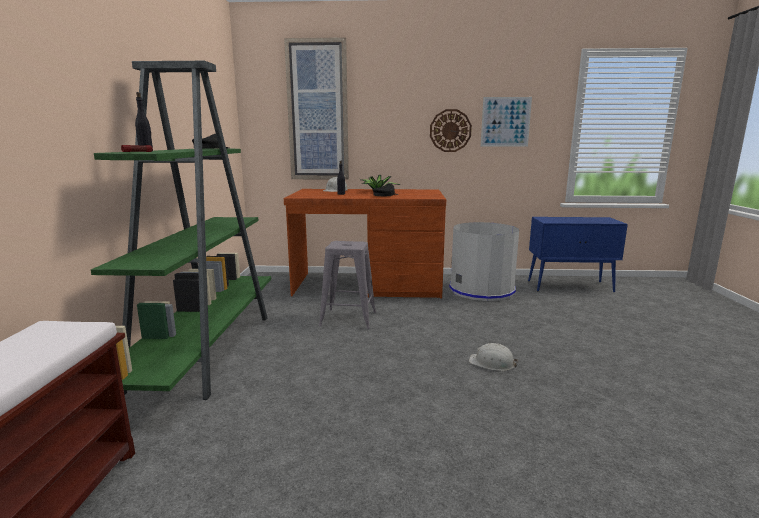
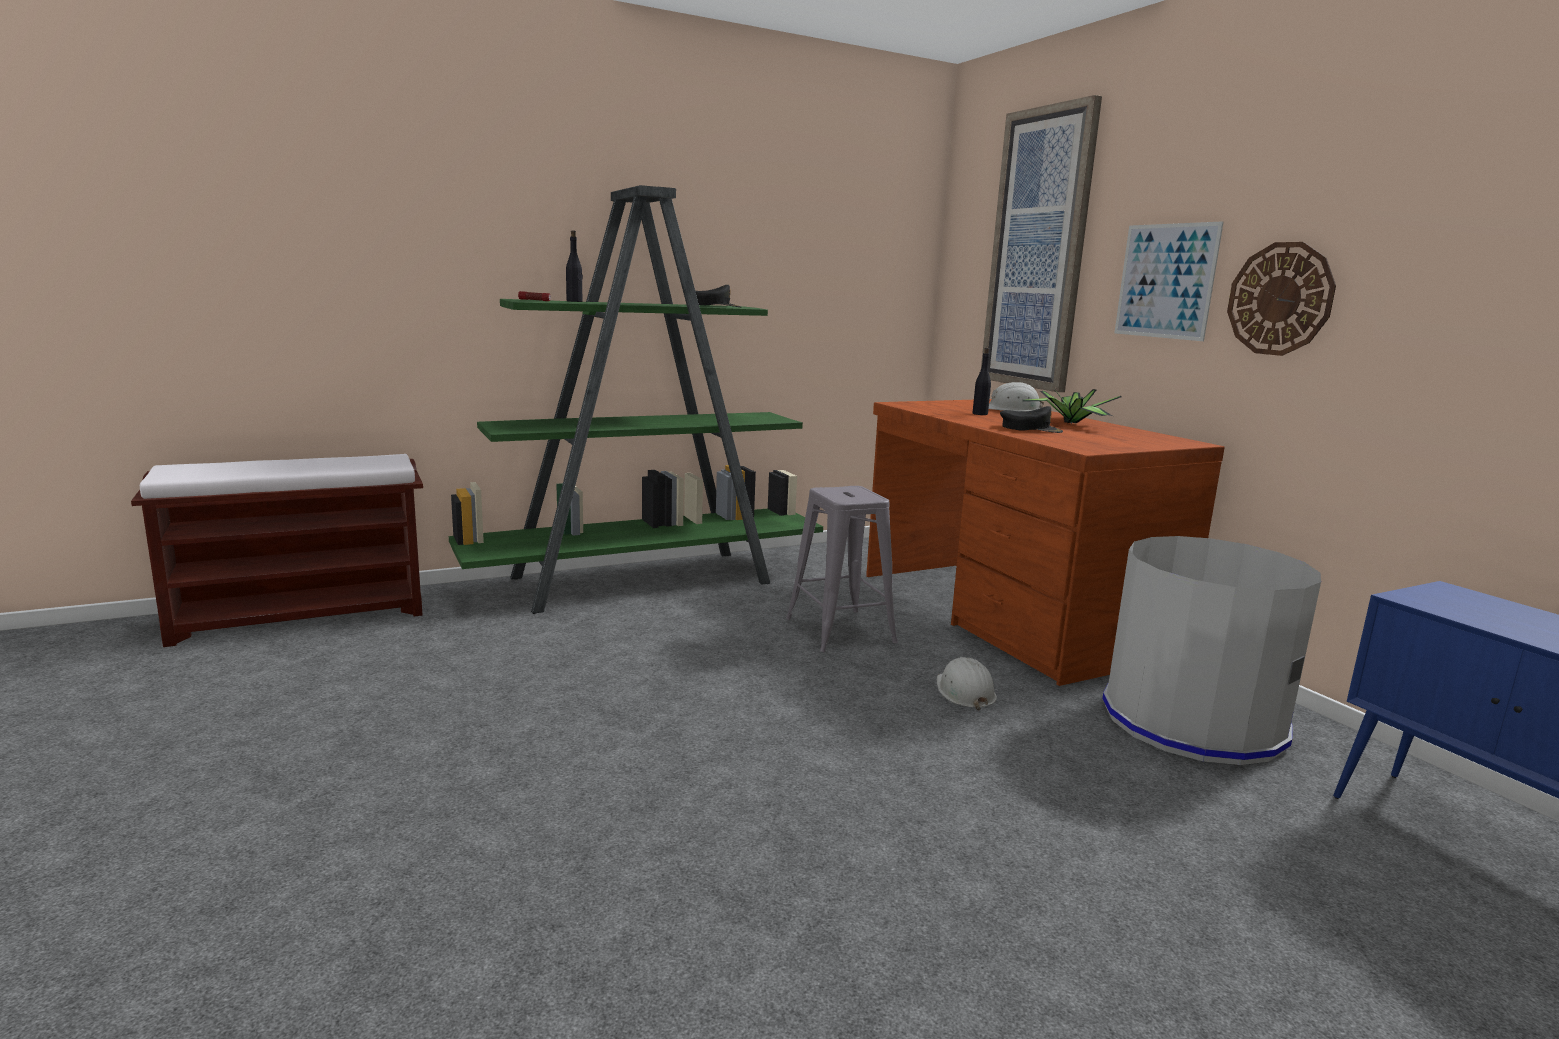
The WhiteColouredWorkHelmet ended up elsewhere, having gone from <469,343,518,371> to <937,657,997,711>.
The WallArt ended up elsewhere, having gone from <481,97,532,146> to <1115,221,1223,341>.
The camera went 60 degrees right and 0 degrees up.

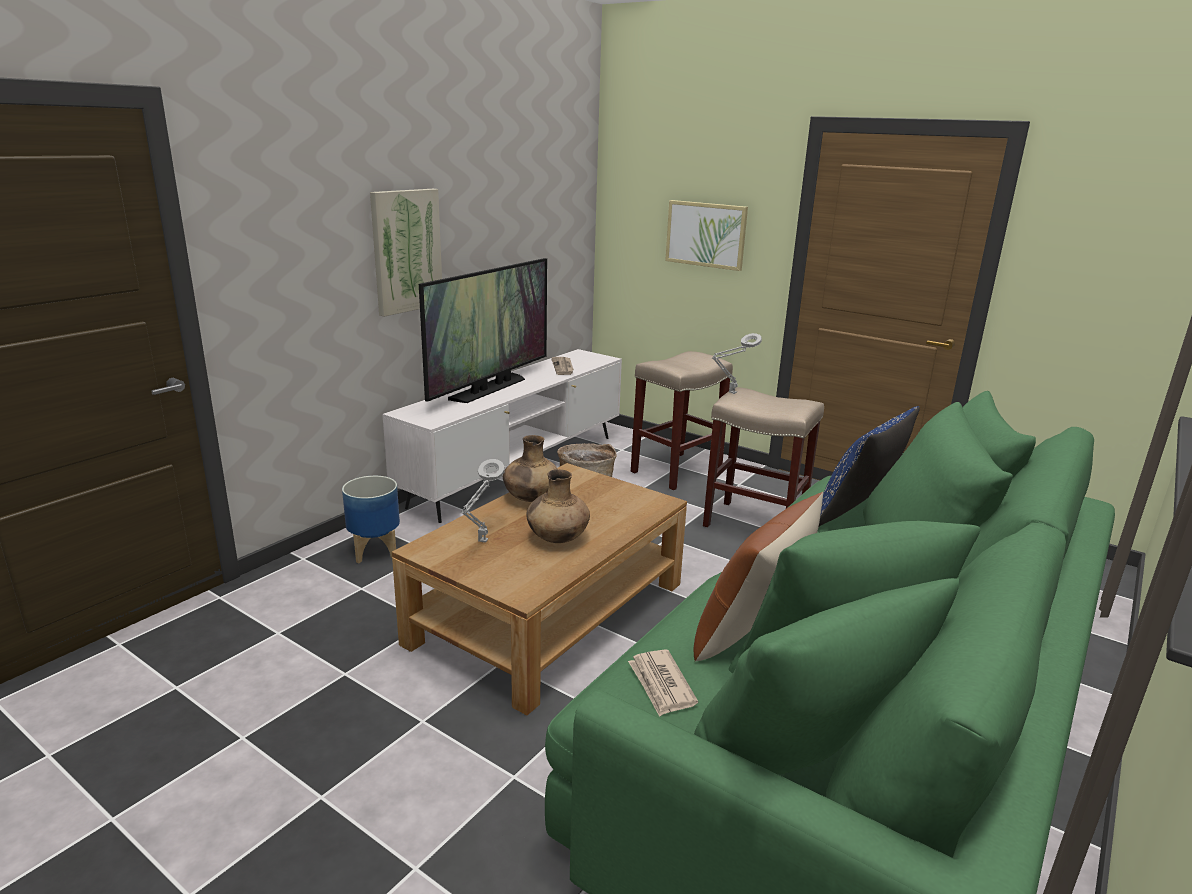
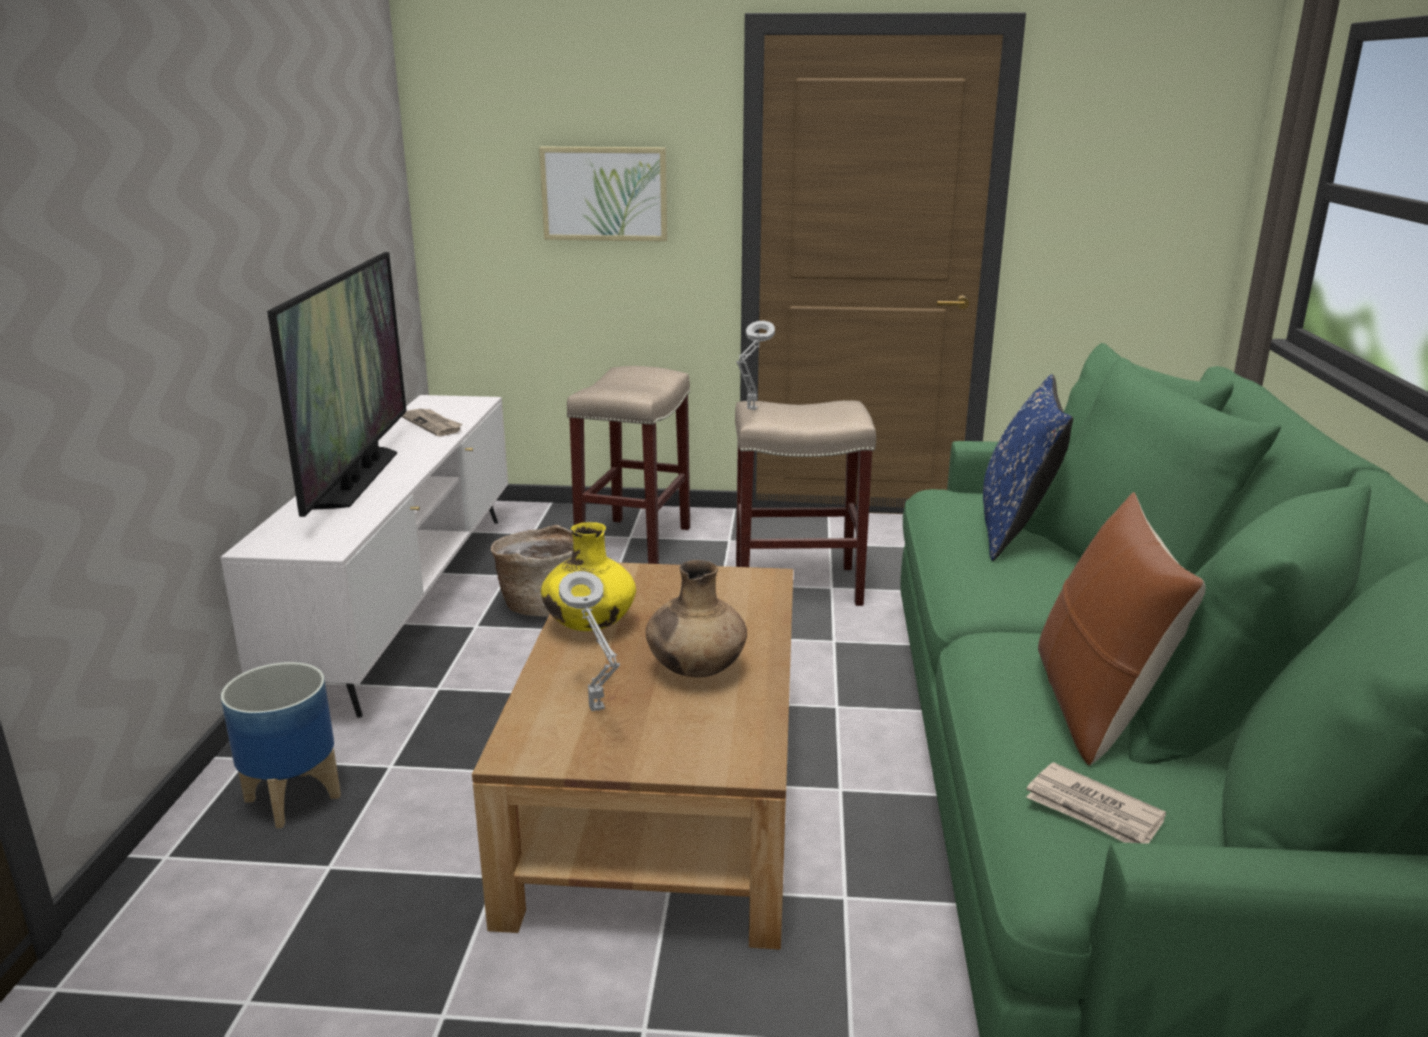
The second view lost the WallArt at <370,189,442,317>.
What was the BrownFlowerVase at <503,435,558,502> turned into the YellowFlowerVase at <541,522,636,631>.
The camera went 30 degrees left and 0 degrees up.

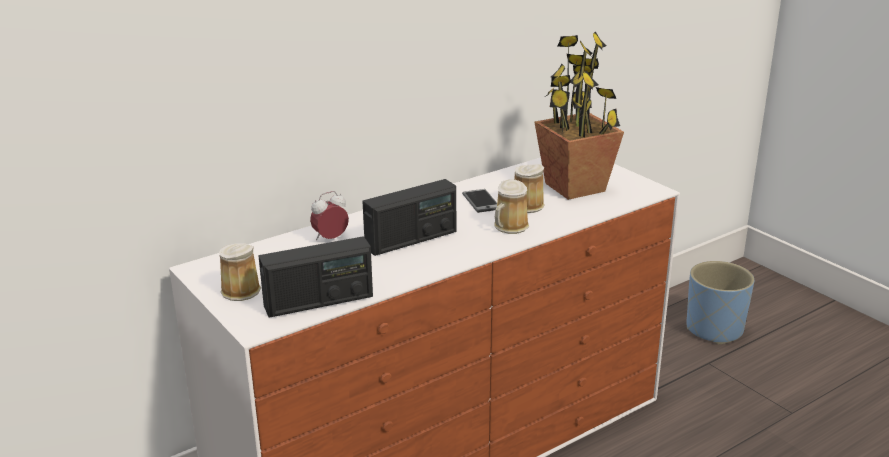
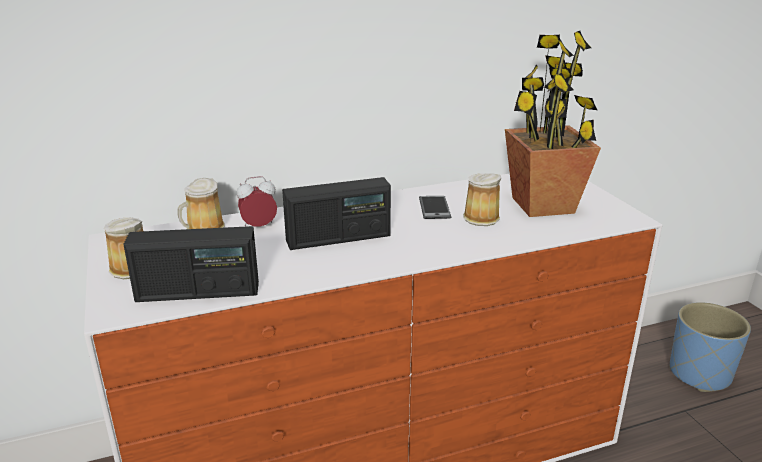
The TeaMug ended up elsewhere, having gone from <494,179,529,234> to <178,178,225,229>.
The camera went 15 degrees right and 0 degrees up.

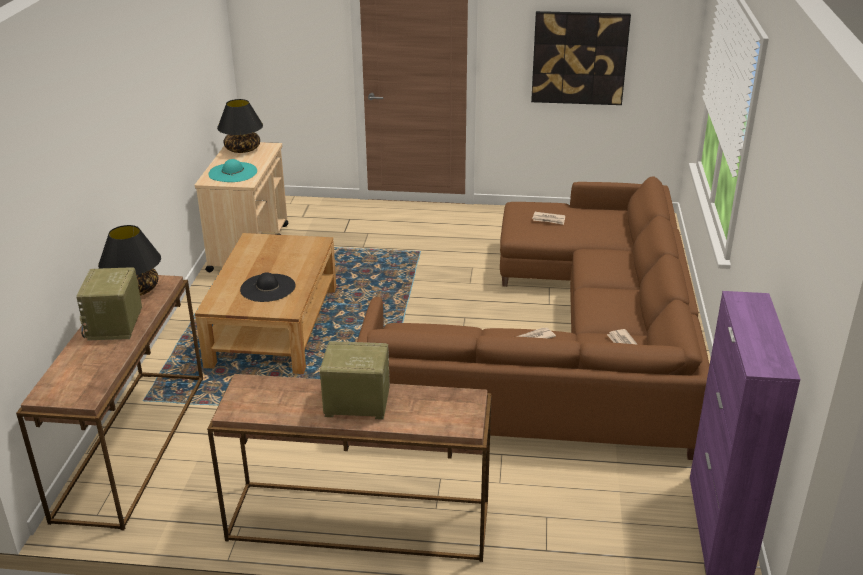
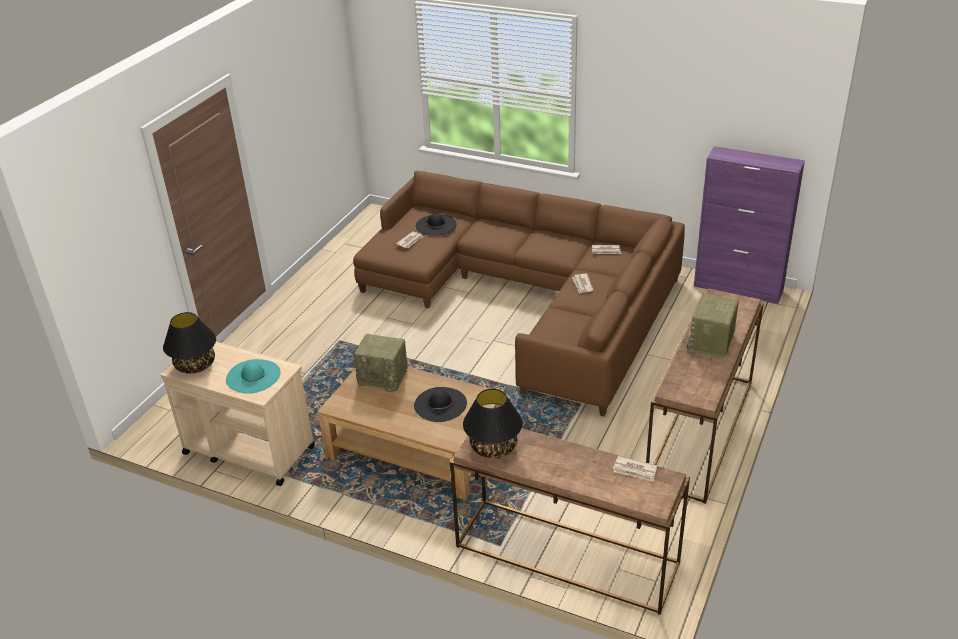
The RadioSet ended up elsewhere, having gone from <76,267,142,340> to <353,334,408,392>.
The second view lost the WallArt at <531,11,631,105>.
The second view gained the BlackColouredWearableHat at <416,214,457,236>.
The second view gained the Newspaper at <613,456,657,482>.
The camera went 70 degrees left and 5 degrees up.

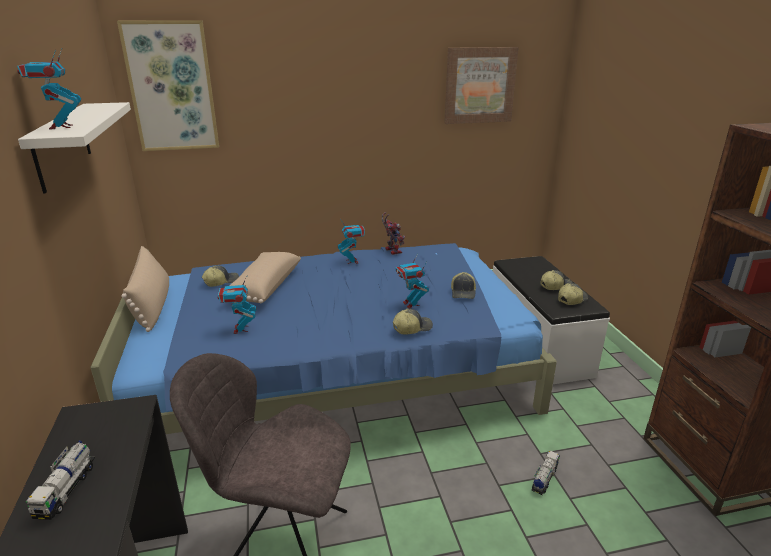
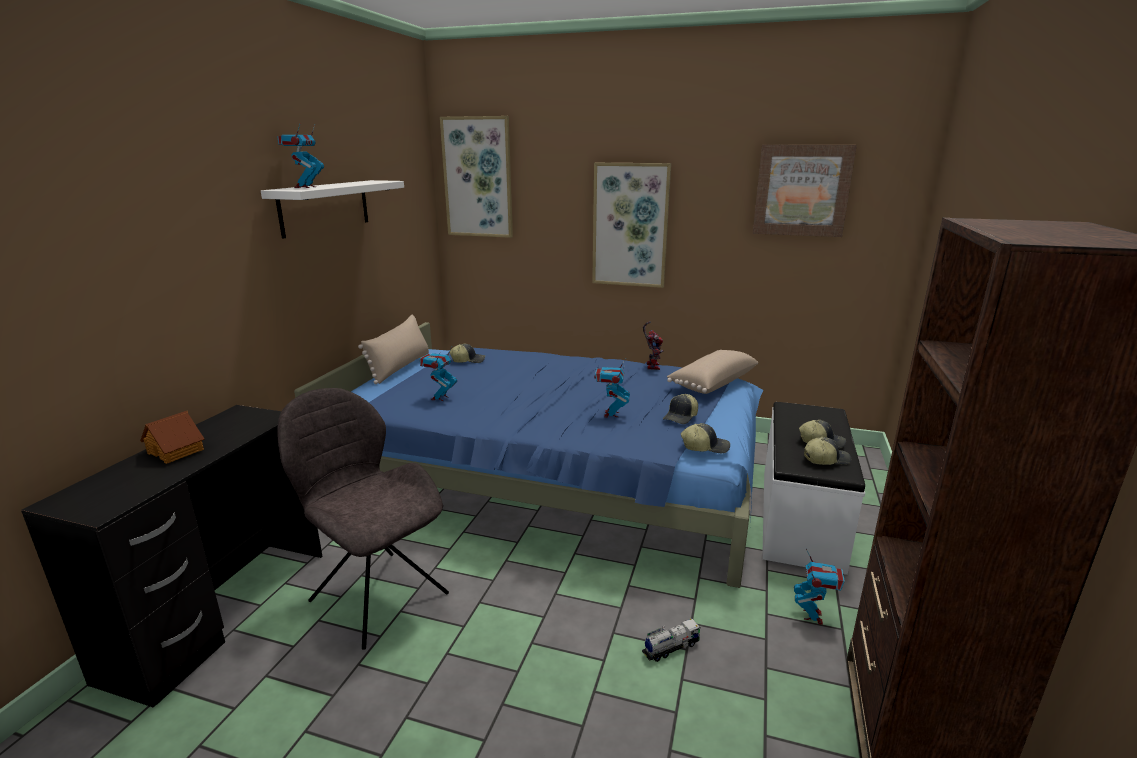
Where the ToyTruck stood at <26,441,95,520>, the MiniatureHouse came to stand at <140,411,204,464>.
The BeigePillow ended up elsewhere, having gone from <229,252,301,303> to <667,350,758,394>.
The ToyRobot ended up elsewhere, having gone from <338,220,365,264> to <794,549,845,625>.
The BaseballCap ended up elsewhere, having gone from <393,309,433,334> to <681,423,730,453>.
The second view gained the WallArt at <592,163,671,288>.
The camera went 30 degrees right and 5 degrees down.

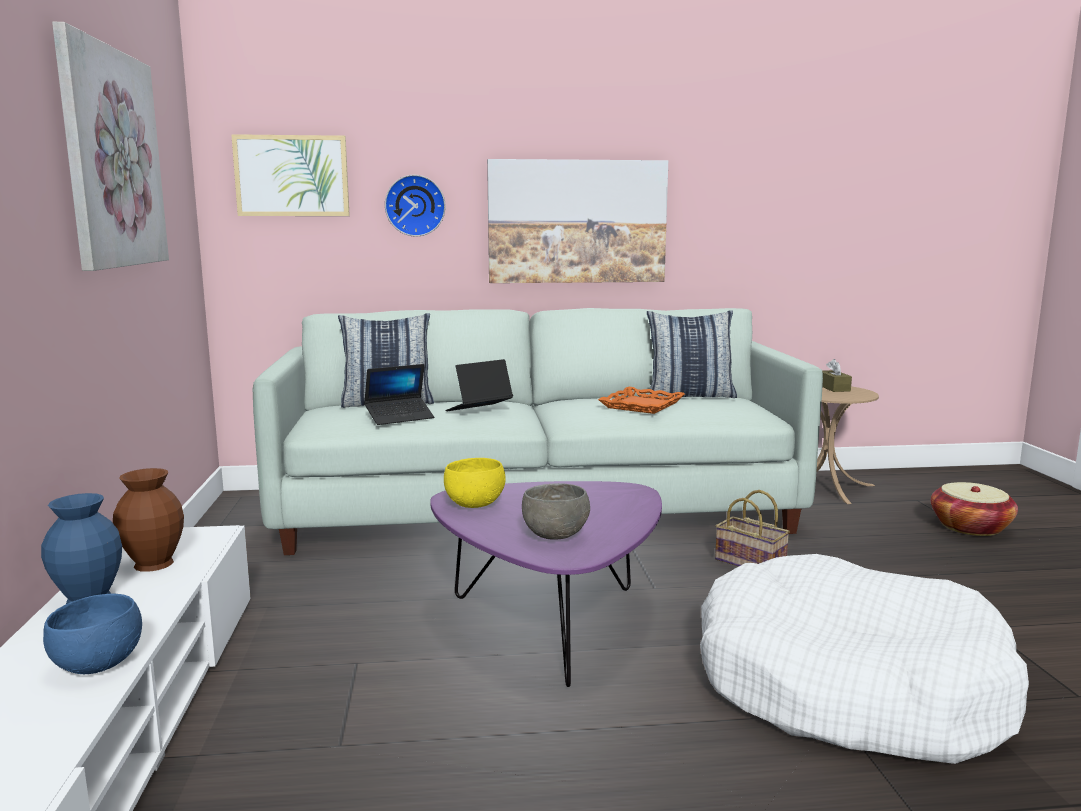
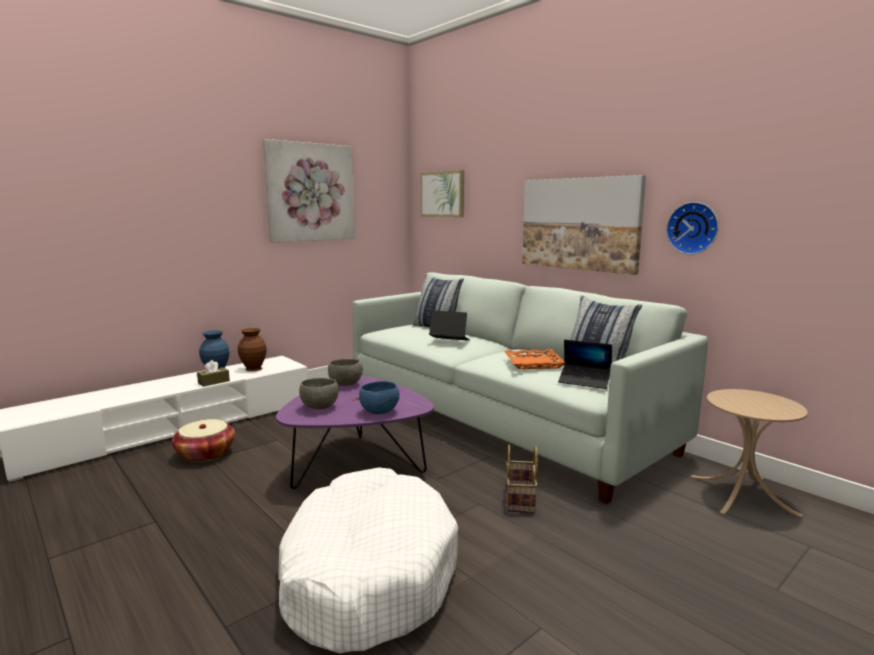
The BlueServingBowl ended up elsewhere, having gone from <43,594,142,674> to <359,381,400,414>.
The NotebookComputer ended up elsewhere, having gone from <364,364,434,425> to <558,340,612,389>.
The HangingClock ended up elsewhere, having gone from <385,175,446,237> to <666,202,719,255>.
What was the YellowServingBowl at <444,458,506,508> turned into the GreyServingBowl at <328,359,363,386>.
The BrownBoxOfTissues ended up elsewhere, having gone from <822,359,852,392> to <197,360,230,387>.
The Basket ended up elsewhere, having gone from <931,482,1018,536> to <172,419,235,462>.
The camera went 55 degrees right and 0 degrees up.

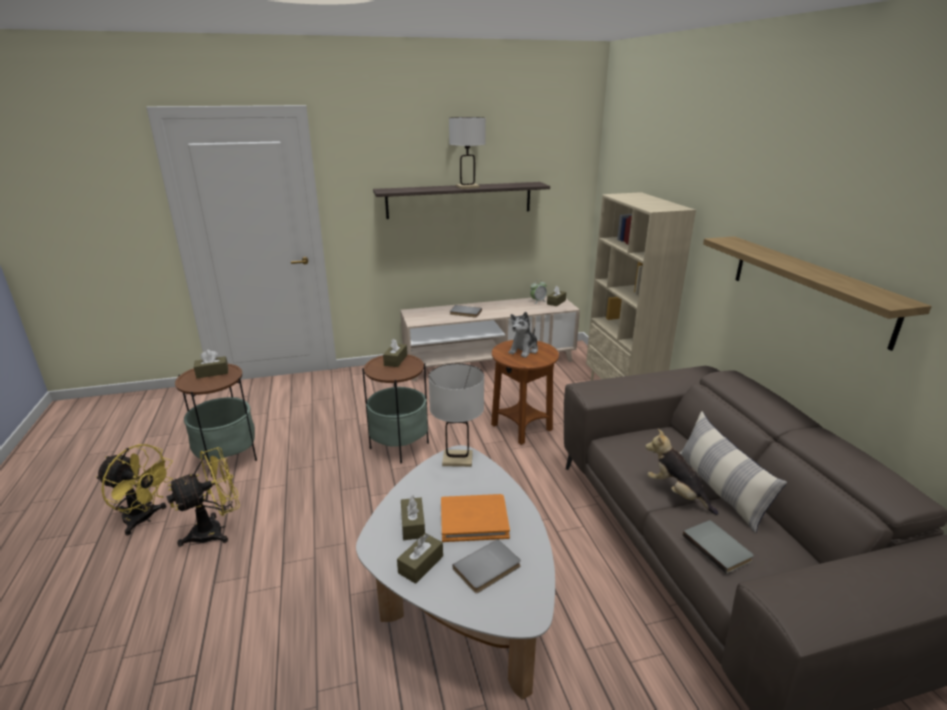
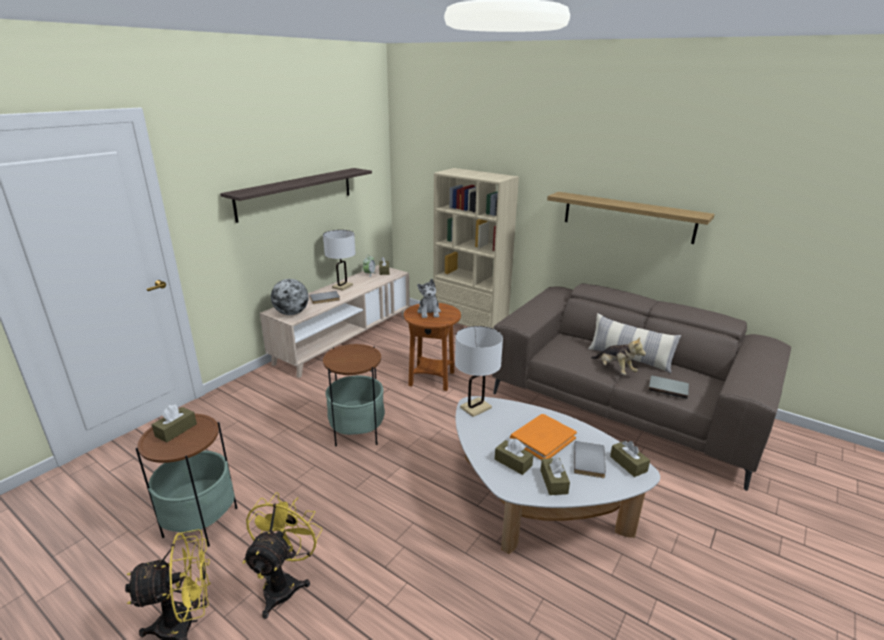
The BrownBoxOfTissues ended up elsewhere, having gone from <383,338,407,367> to <610,441,650,477>.
The WhiteColouredTabletopLamp ended up elsewhere, having gone from <449,117,486,189> to <323,230,356,291>.
The PlushToy at <645,429,718,515> ended up facing another way, 135 degrees counterclockwise from before.
The second view gained the Globe at <271,279,308,315>.
The camera went 40 degrees left and 0 degrees up.

